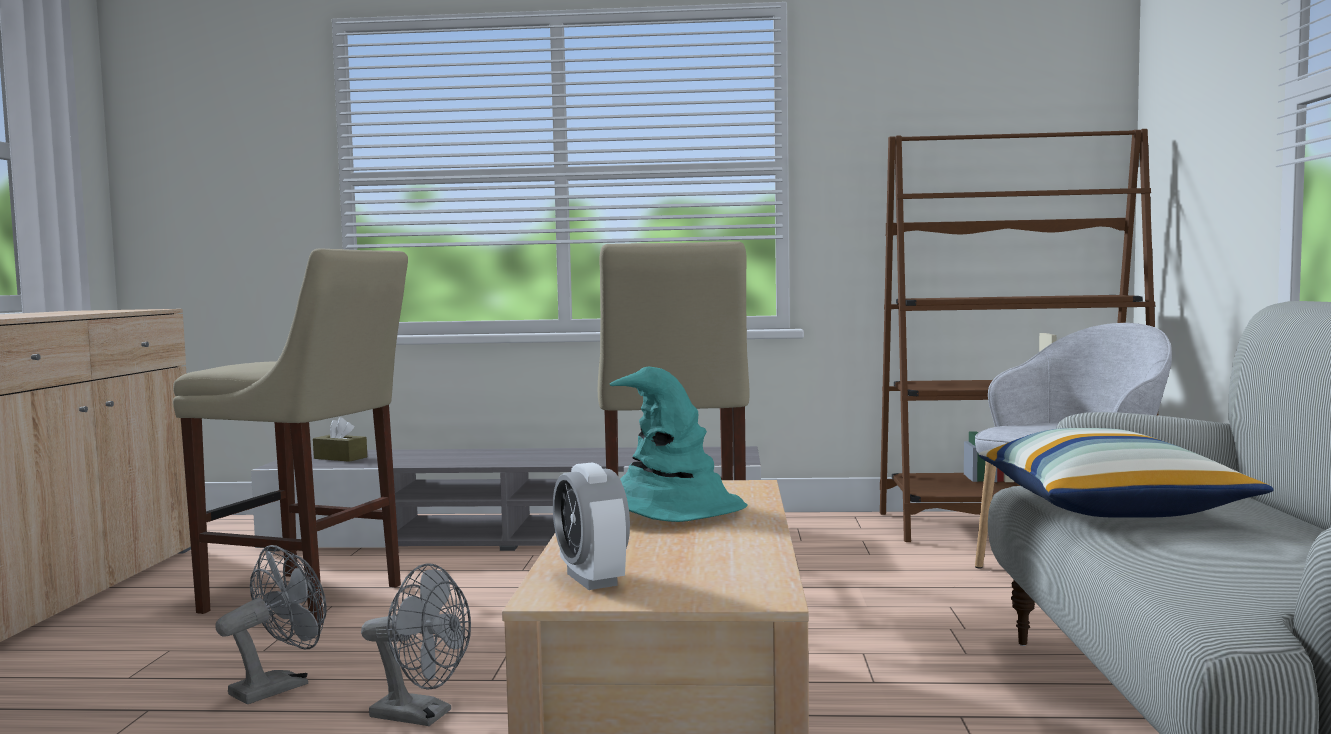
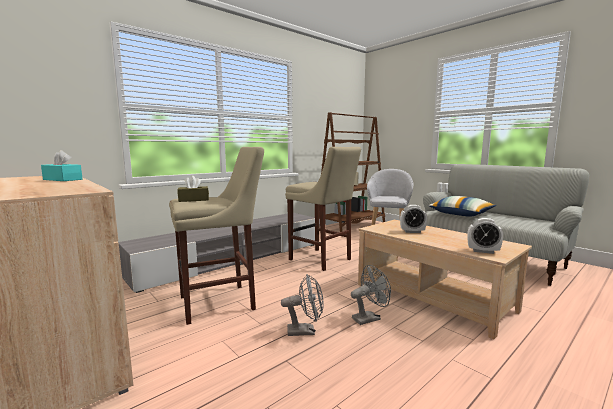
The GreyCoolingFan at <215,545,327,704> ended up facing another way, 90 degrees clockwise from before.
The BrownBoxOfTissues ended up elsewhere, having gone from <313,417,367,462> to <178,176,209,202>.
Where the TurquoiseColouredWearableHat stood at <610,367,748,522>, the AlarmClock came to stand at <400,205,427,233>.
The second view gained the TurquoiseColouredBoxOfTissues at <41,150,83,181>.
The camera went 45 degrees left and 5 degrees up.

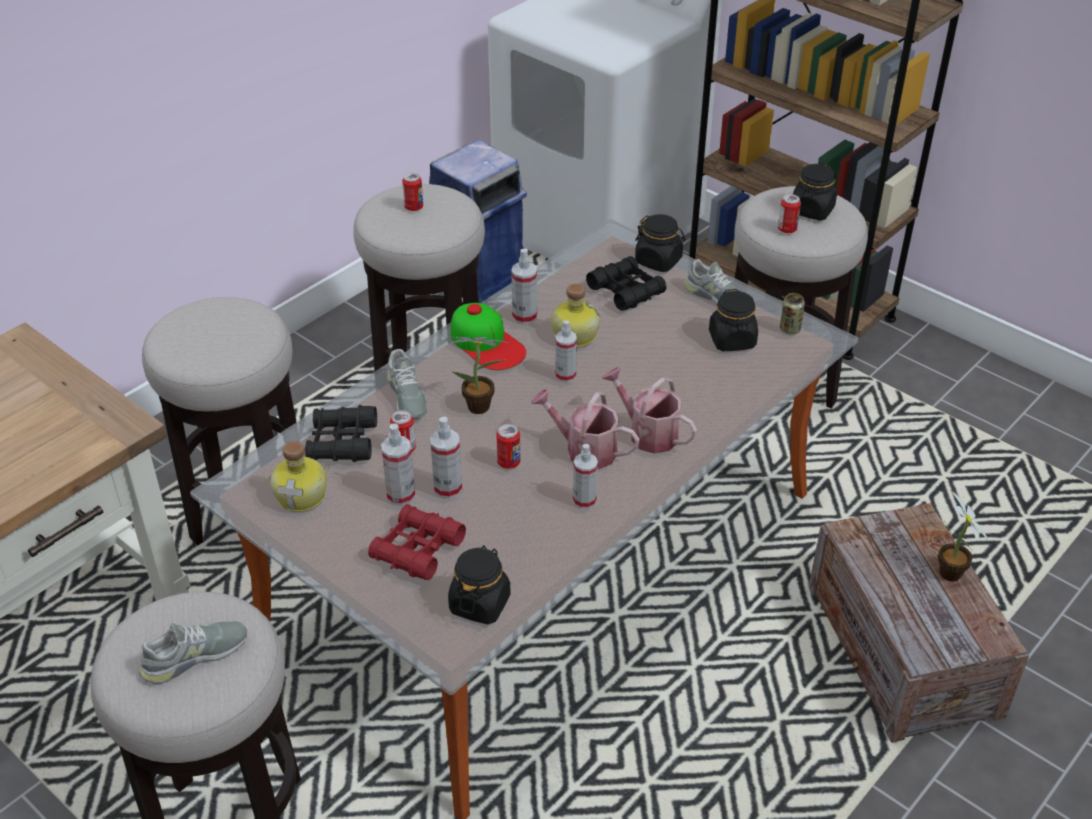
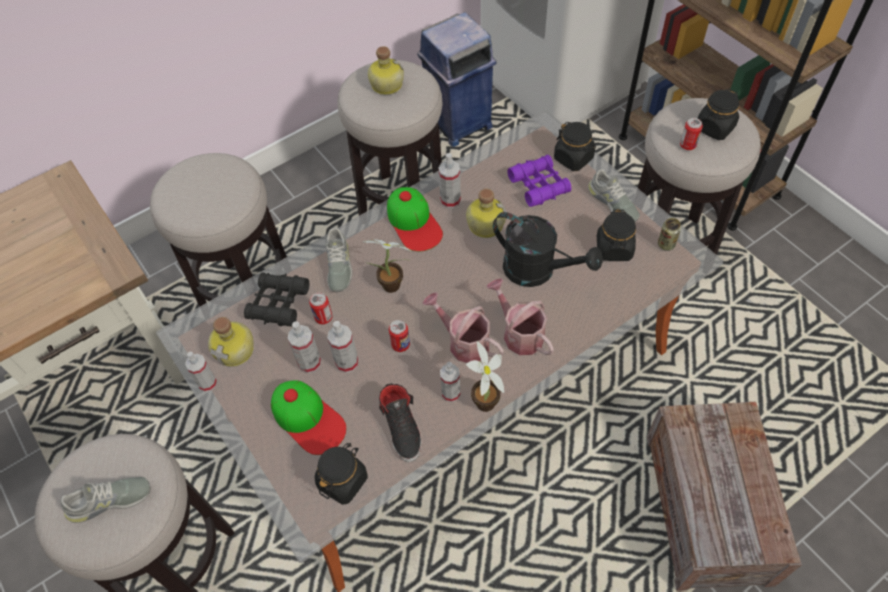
Where the ReddishBinoculars stood at <368,504,466,580>, the BaseballCap came to stand at <271,380,346,455>.
Where the Can stood at <402,173,423,211>, the DrinkBottle came to stand at <368,46,404,95>.
The HandSprayer ended up elsewhere, having gone from <555,321,577,382> to <185,352,217,392>.
What was the BlackColouredBinoculars at <586,256,666,311> turned into the PurpleBinoculars at <507,155,572,207>.
The PlantInAPot ended up elsewhere, having gone from <938,490,989,582> to <466,341,504,412>.
The second view gained the BlackColouredLowShoe at <379,383,421,462>.
The second view gained the BlackColouredWateringCan at <493,212,603,287>.
The camera went 15 degrees right and 15 degrees up.

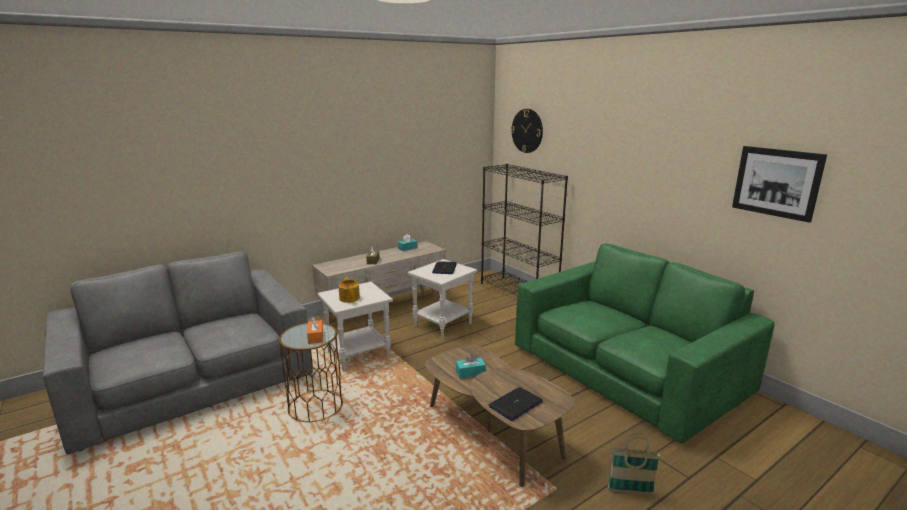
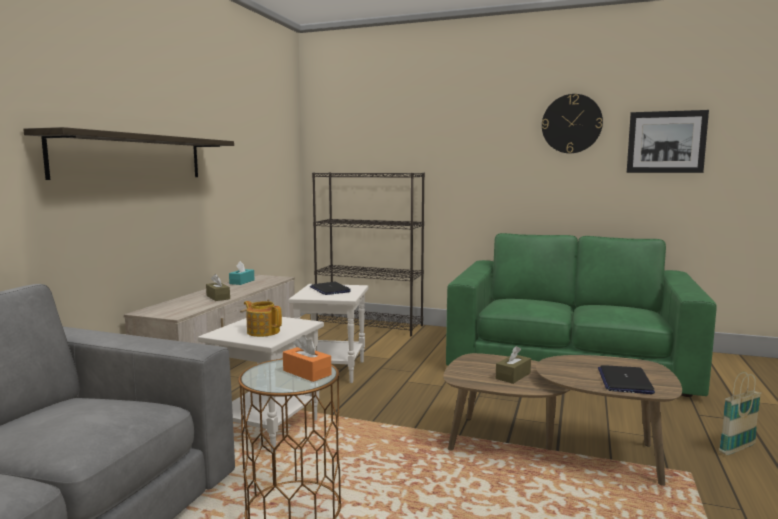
What was the TurquoiseColouredBoxOfTissues at <456,353,486,379> turned into the BrownBoxOfTissues at <496,346,531,384>.
The HangingClock ended up elsewhere, having gone from <511,109,543,153> to <542,94,603,153>.
The second view gained the WallShelf at <23,127,234,180>.
The camera went 35 degrees left and 10 degrees down.

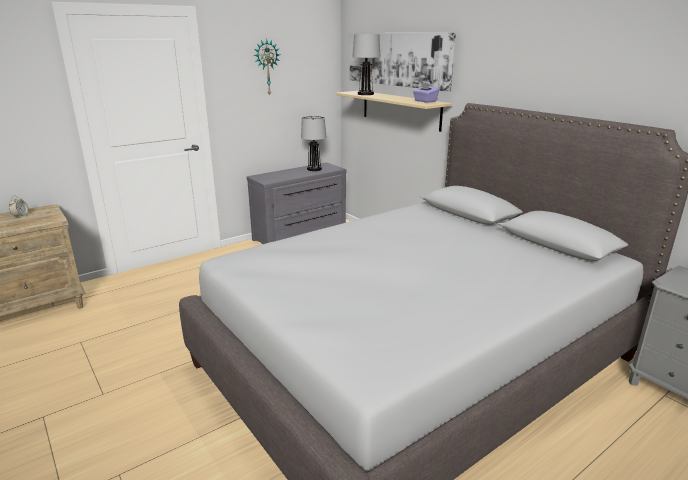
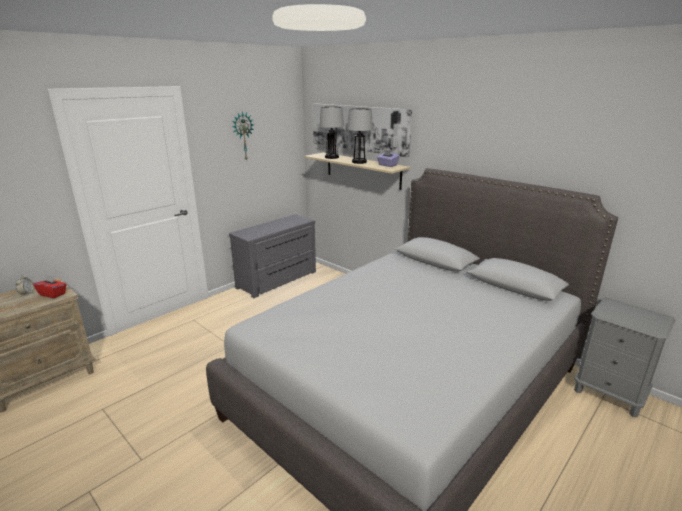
The TabletopLamp ended up elsewhere, having gone from <301,116,326,171> to <347,108,373,164>.
The second view gained the ReddishBoxOfTissues at <33,275,67,298>.
The camera went 10 degrees left and 0 degrees up.

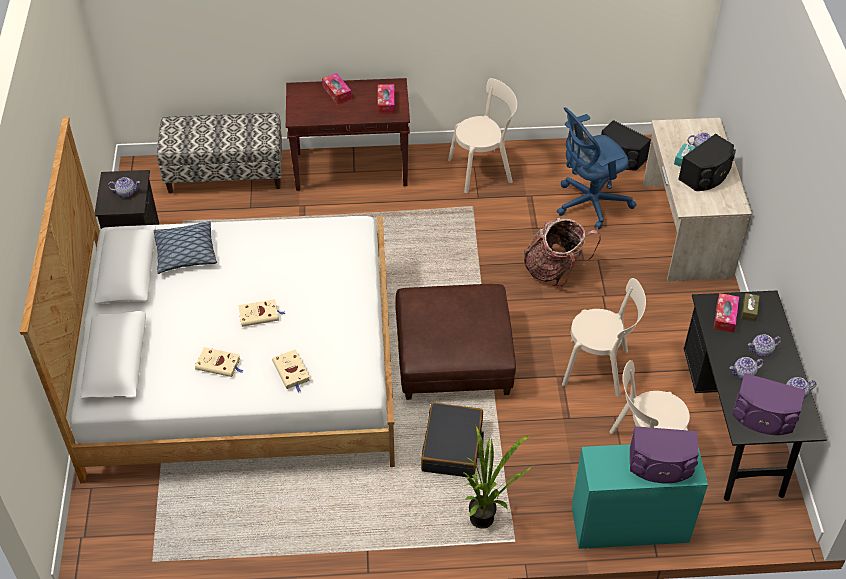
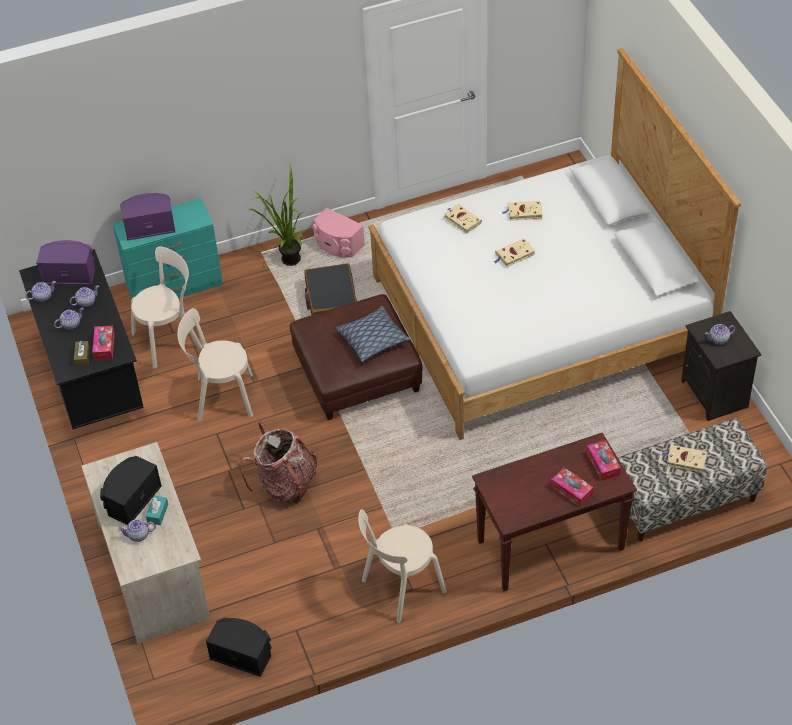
The Pillow ended up elsewhere, having gone from <153,221,217,274> to <336,306,410,362>.
The BoxOfTissues ended up elsewhere, having gone from <378,84,395,114> to <587,440,620,481>.
The second view lost the BlueDeskChair at <557,107,637,229>.
The second view gained the PinkishLoudspeaker at <312,208,365,257>.
The second view gained the BeigeBook at <662,445,707,473>.
The camera went 165 degrees right and 0 degrees up.

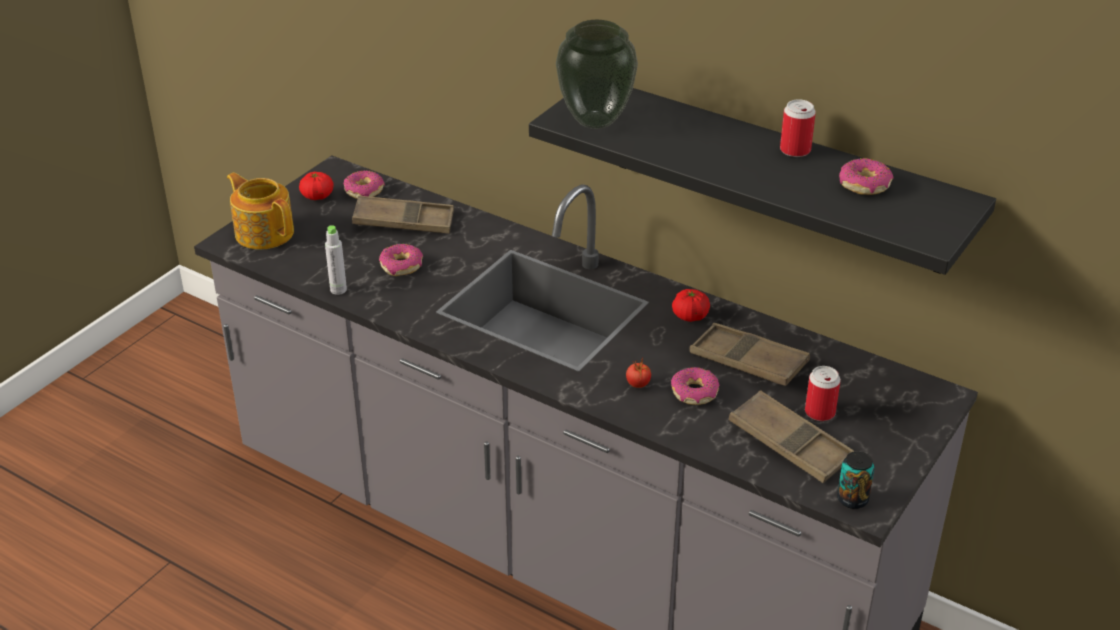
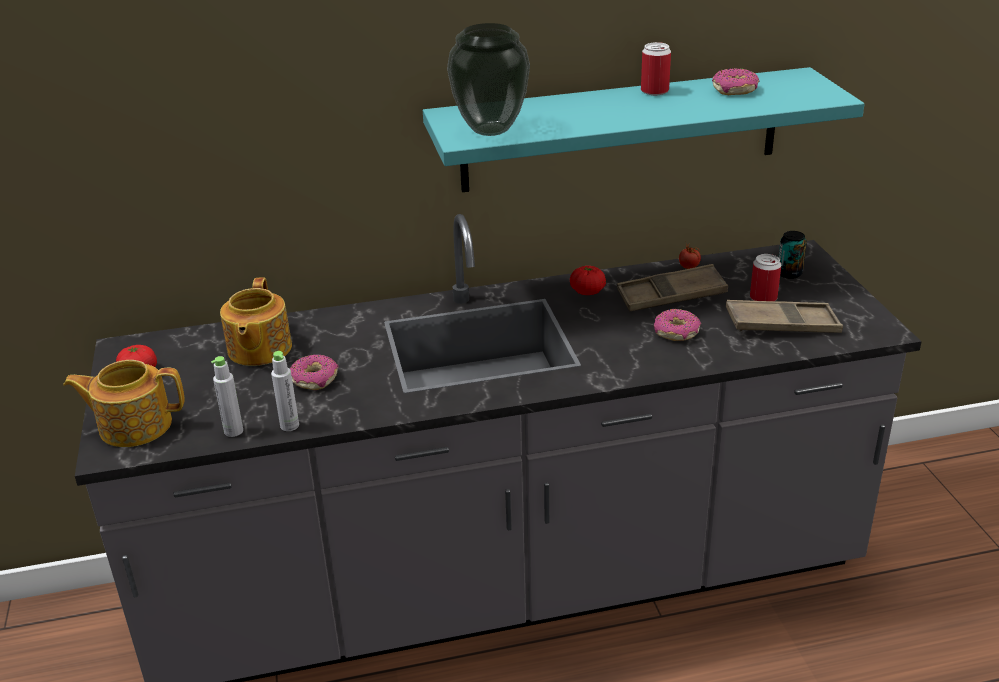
The second view lost the Donut at <344,171,385,199>.
Where the BrownServingTray stood at <352,195,454,234>, the PotForTea came to stand at <220,278,292,366>.
What was the BlackColouredWallShelf at <529,88,996,275> turned into the TurquoiseColouredWallShelf at <423,67,865,192>.
The WholeTomato ended up elsewhere, having gone from <626,358,651,388> to <679,243,701,269>.
The Can ended up elsewhere, having gone from <837,451,875,509> to <778,231,807,279>.
The second view gained the GreyDrinkBottle at <211,356,243,437>.
The camera went 45 degrees left and 5 degrees down.

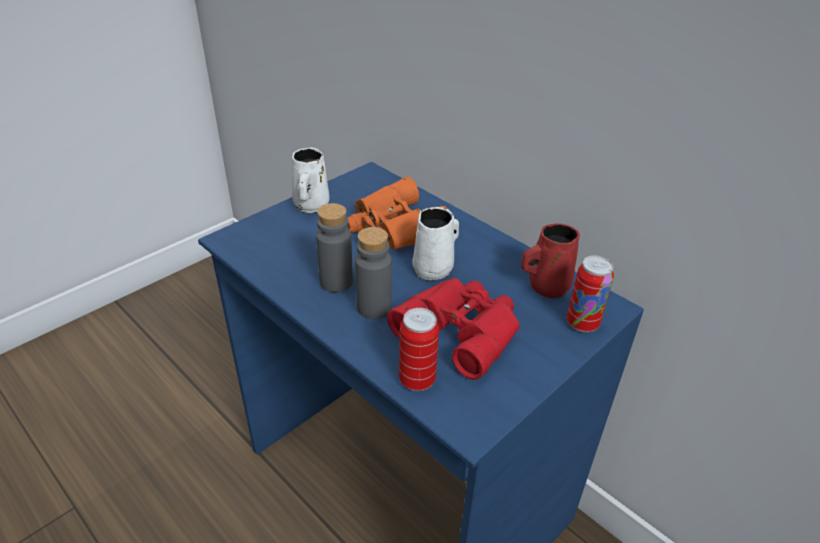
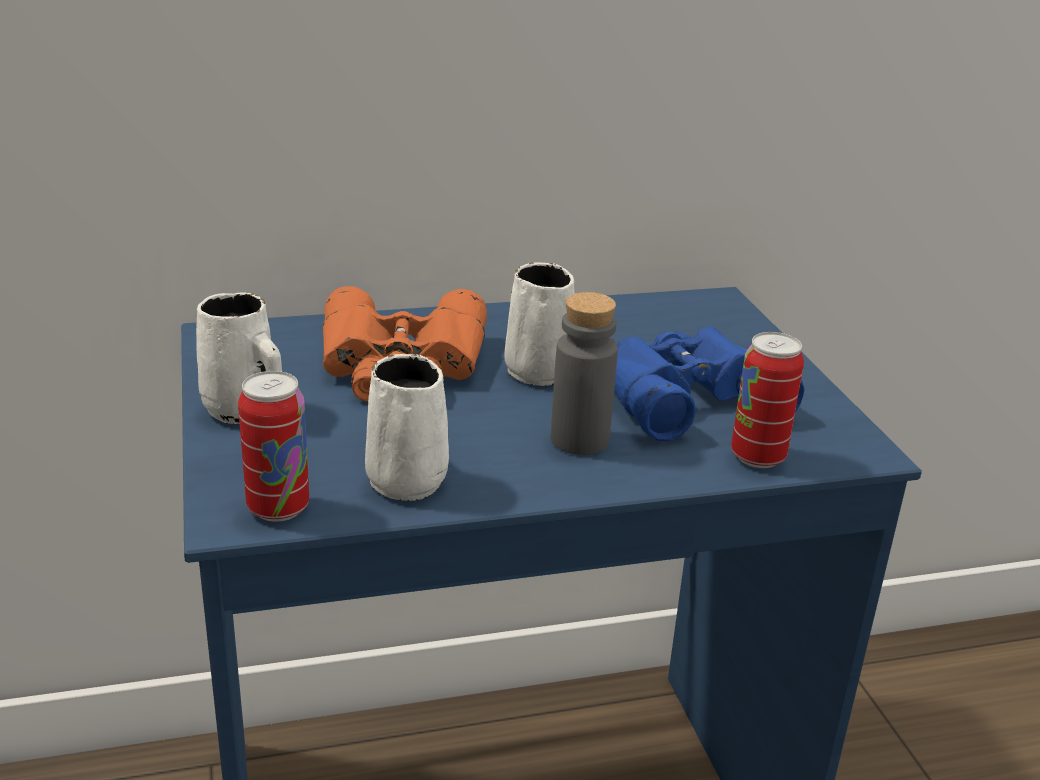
The second view lost the GreyDrinkBottle at <316,203,353,292>.
What was the ReddishBinoculars at <387,278,519,380> turned into the BlueBinoculars at <614,327,804,442>.
The second view lost the ReddishTeaMug at <521,223,580,299>.
The Can ended up elsewhere, having gone from <567,255,614,332> to <238,371,309,522>.
The second view gained the WhiteColouredTeaMug at <365,354,449,501>.
The camera went 60 degrees left and 10 degrees down.

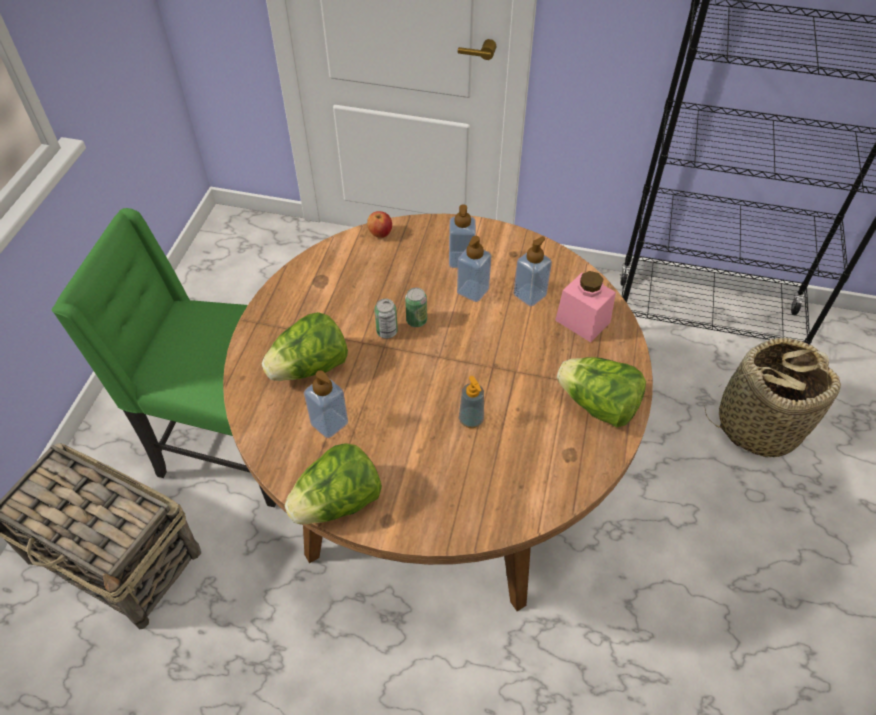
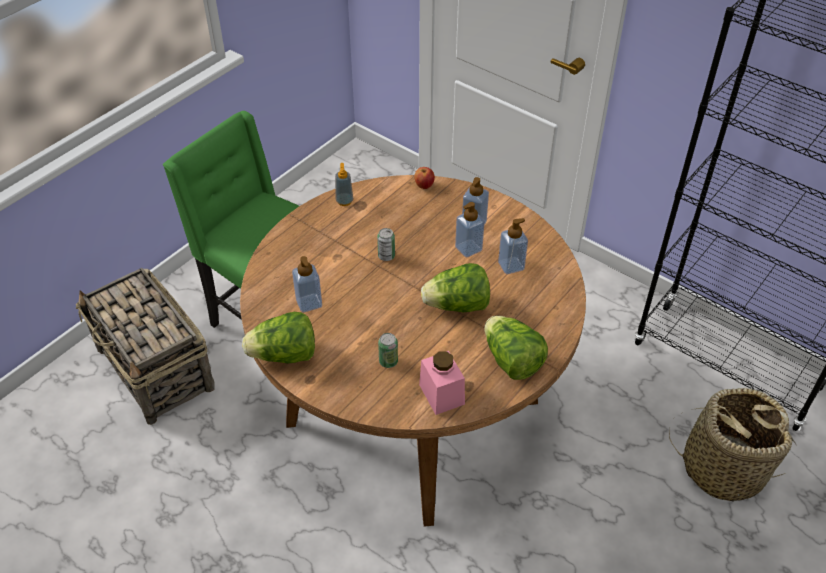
The HeadOfLettuce ended up elsewhere, having gone from <262,312,348,381> to <421,263,490,312>.
The Can ended up elsewhere, having gone from <405,288,427,327> to <378,333,398,368>.
The LiquidSoapBottle ended up elsewhere, having gone from <459,376,484,428> to <335,163,353,206>.
The PinkishPreserveJar ended up elsewhere, having gone from <555,271,616,342> to <419,351,465,415>.
The camera went 25 degrees right and 5 degrees down.

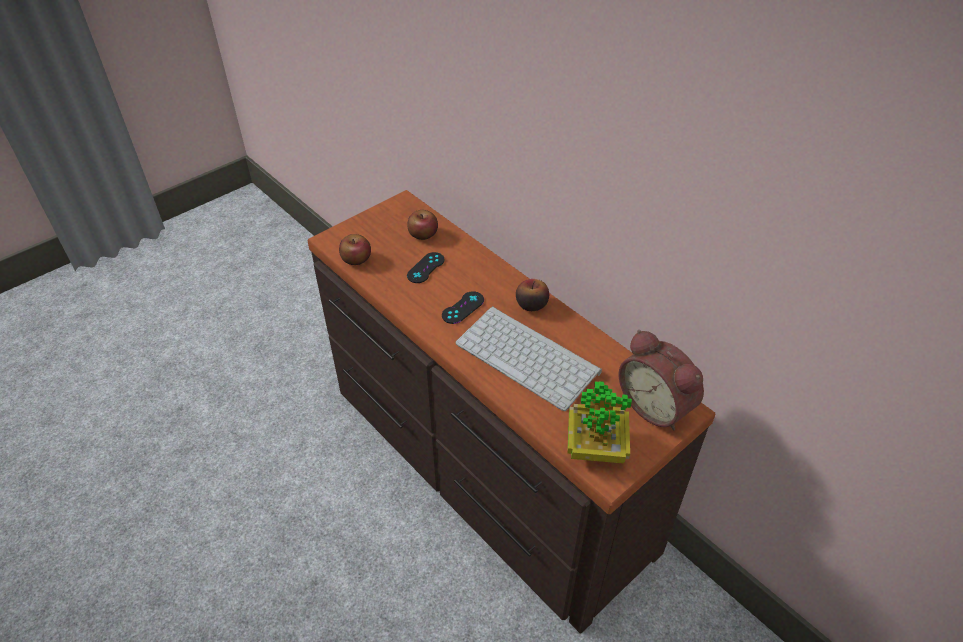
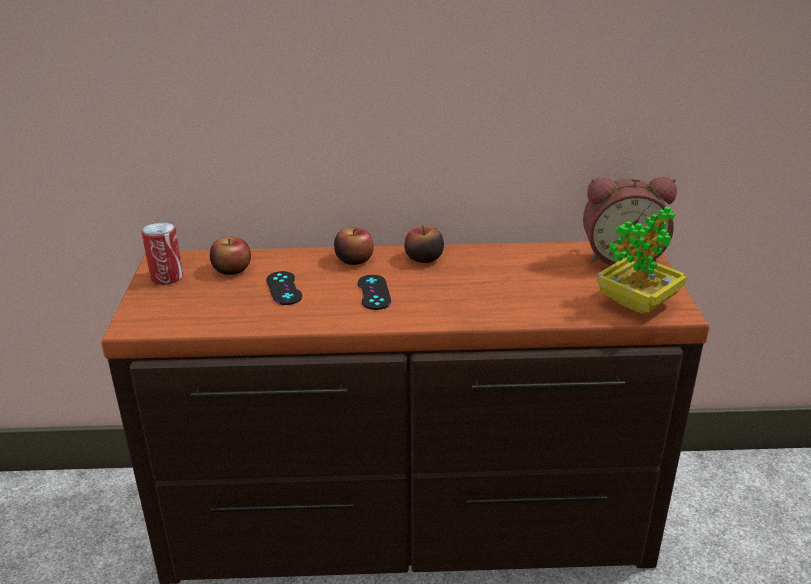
The WholeApple ended up elsewhere, having gone from <339,234,371,265> to <334,228,374,265>.
The second view lost the PcKeyboard at <455,306,602,411>.
The second view gained the Can at <142,222,183,285>.
The camera went 50 degrees left and 15 degrees down.

